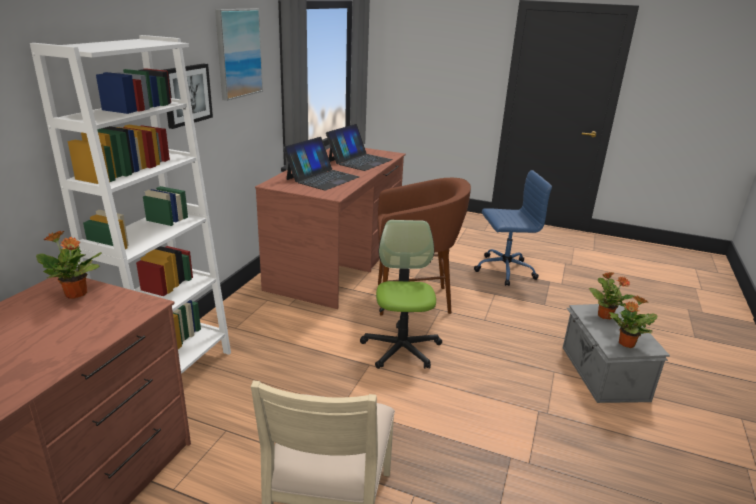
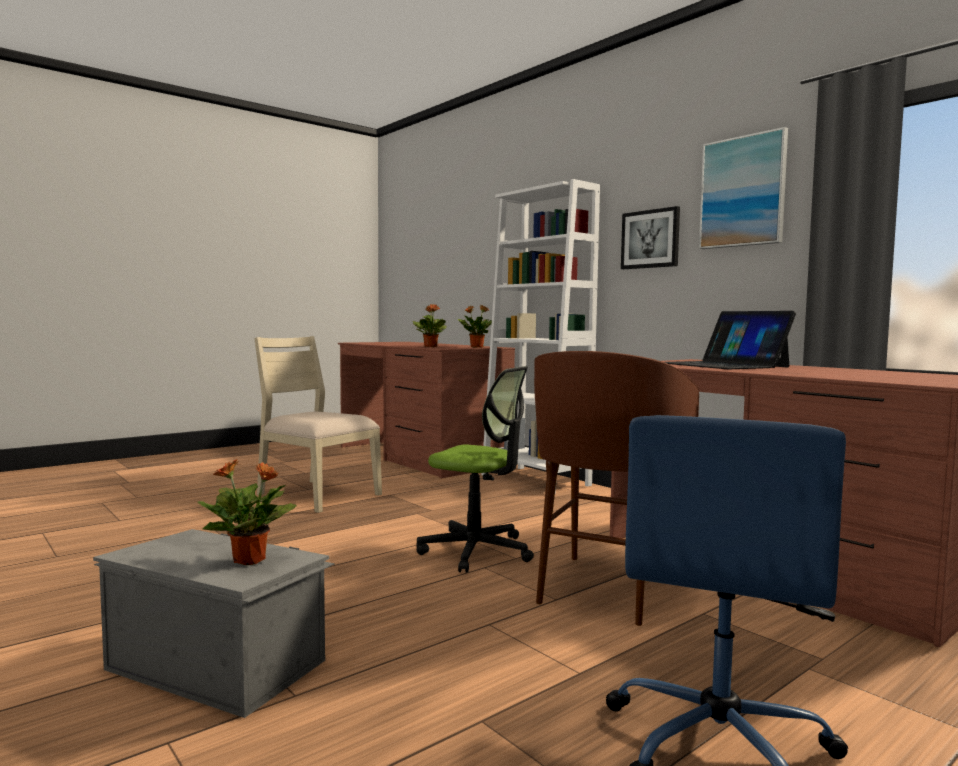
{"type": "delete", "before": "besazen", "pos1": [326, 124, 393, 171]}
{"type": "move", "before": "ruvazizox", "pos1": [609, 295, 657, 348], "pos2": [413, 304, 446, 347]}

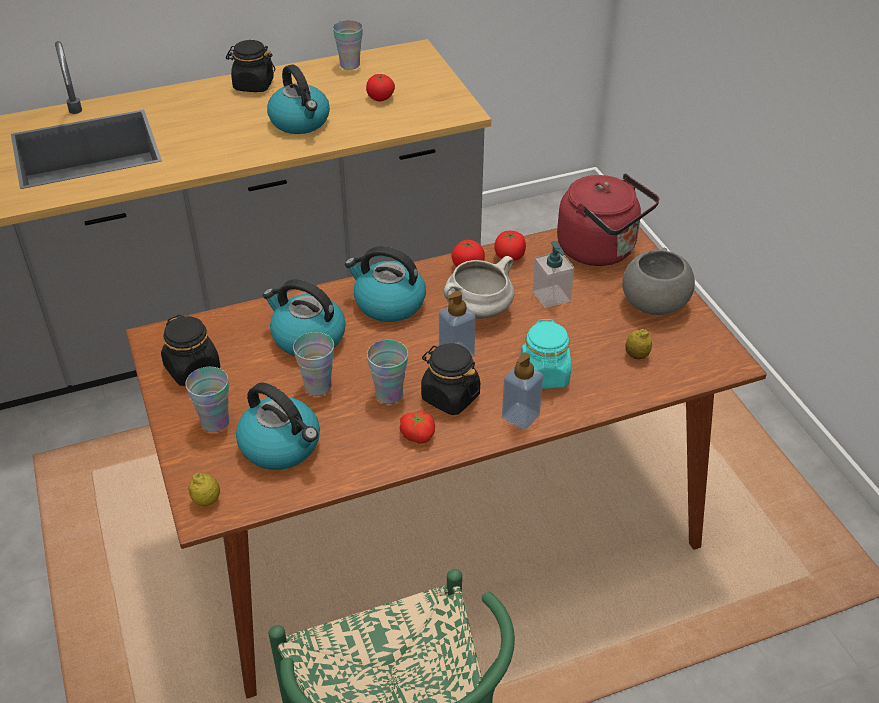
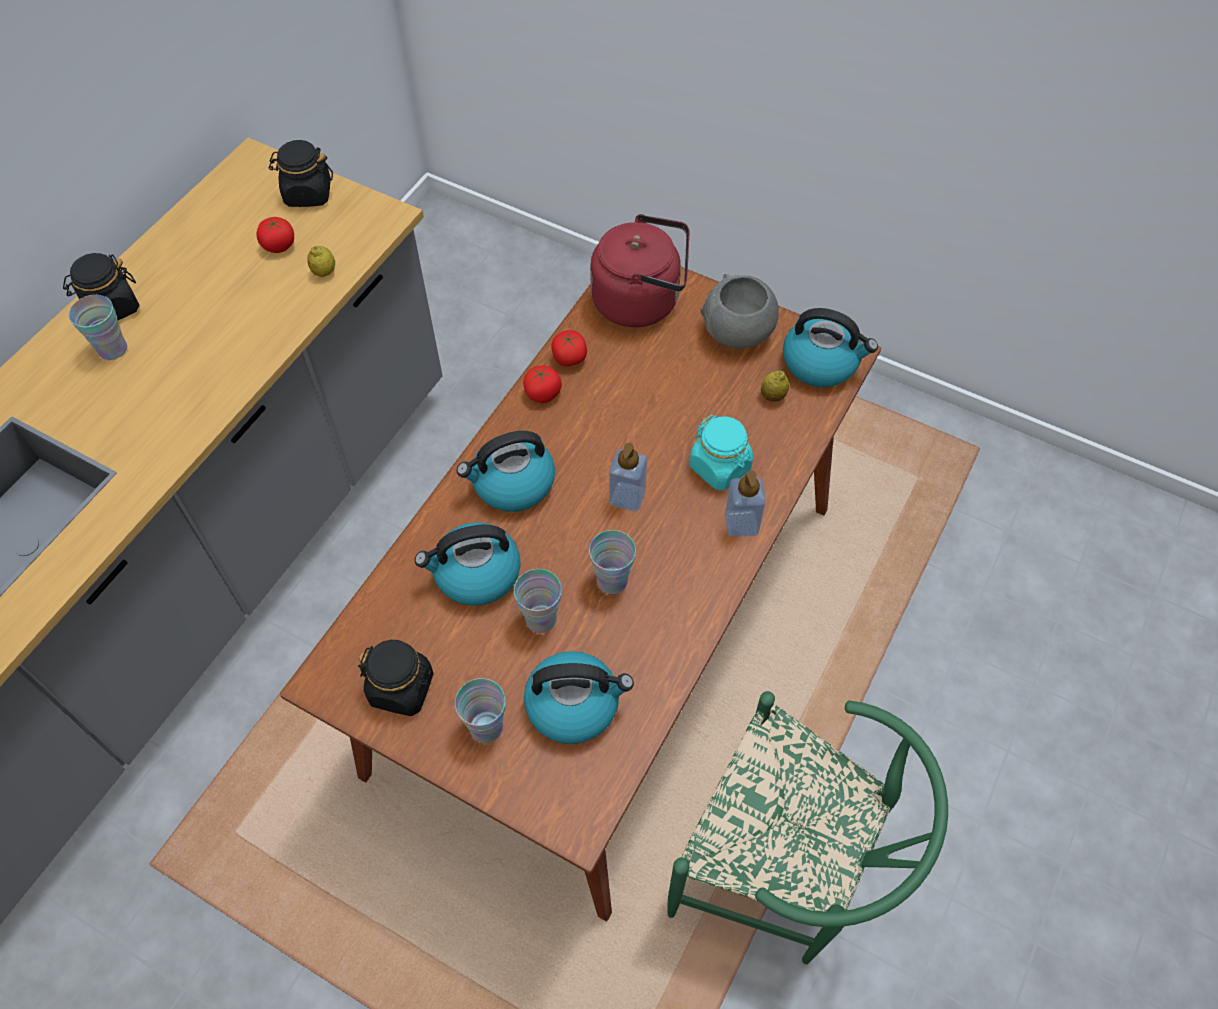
{"type": "delete", "before": "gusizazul", "pos1": [400, 411, 435, 444]}
{"type": "delete", "before": "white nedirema", "pos1": [444, 256, 514, 319]}
{"type": "delete", "before": "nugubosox", "pos1": [532, 241, 574, 308]}
{"type": "move", "before": "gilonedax", "pos1": [189, 473, 220, 506], "pos2": [307, 246, 335, 277]}
{"type": "move", "before": "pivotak", "pos1": [267, 65, 330, 134], "pos2": [783, 308, 878, 387]}
{"type": "move", "before": "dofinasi", "pos1": [333, 20, 363, 70], "pos2": [69, 295, 127, 360]}
{"type": "move", "before": "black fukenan", "pos1": [421, 343, 480, 415], "pos2": [268, 140, 333, 207]}

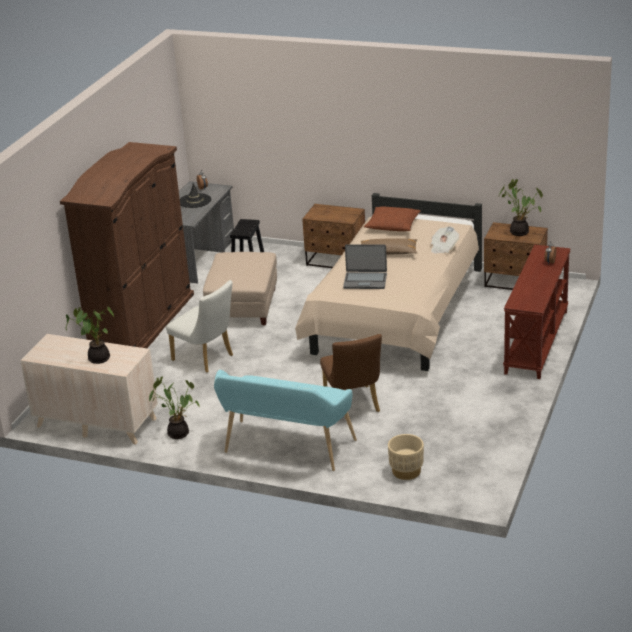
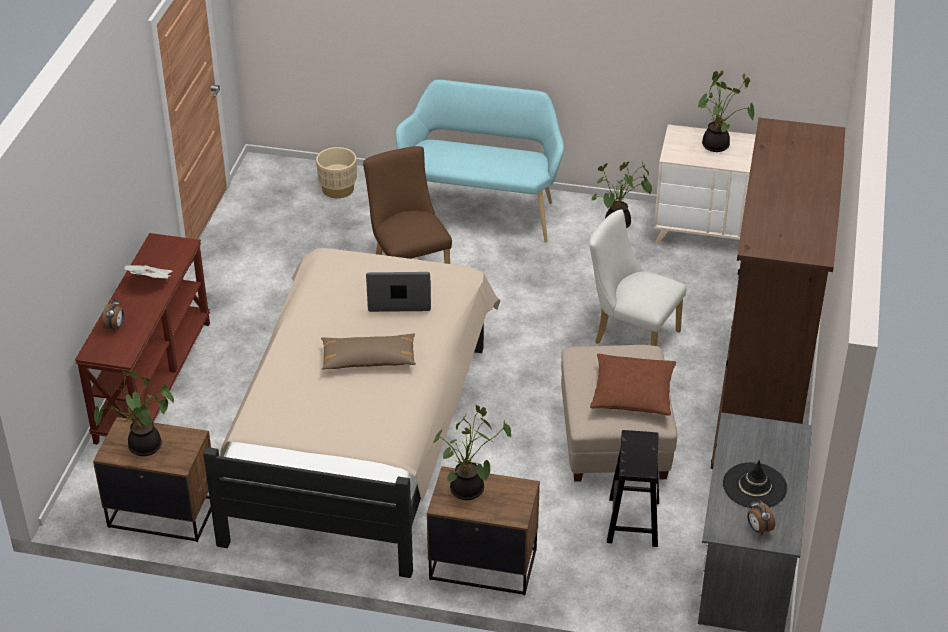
{"type": "insert", "after": "ruvazizox", "pos2": [433, 405, 511, 500]}
{"type": "move", "before": "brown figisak", "pos1": [364, 207, 421, 231], "pos2": [590, 354, 676, 415]}
{"type": "move", "before": "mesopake", "pos1": [431, 226, 459, 254], "pos2": [124, 265, 172, 279]}

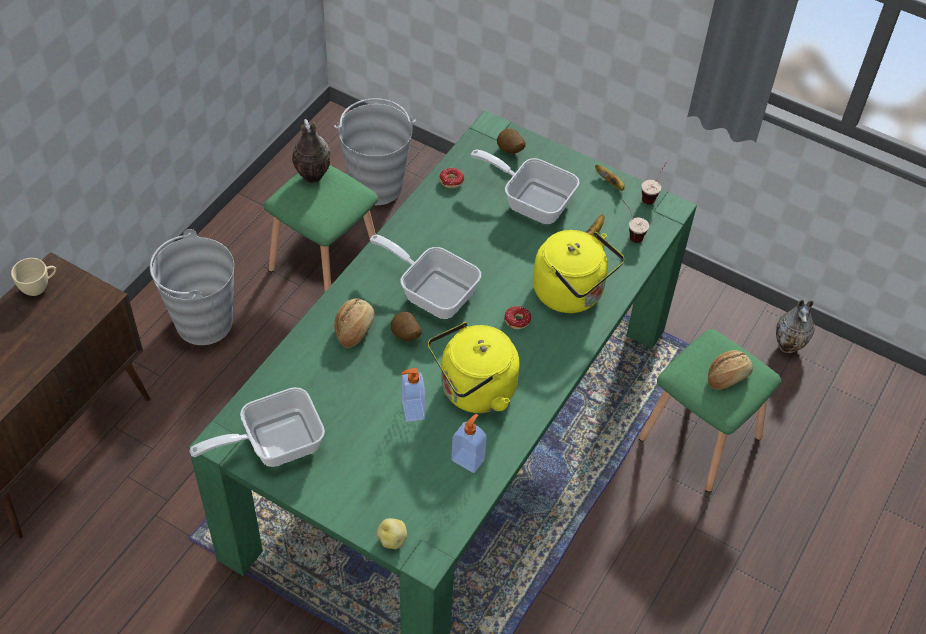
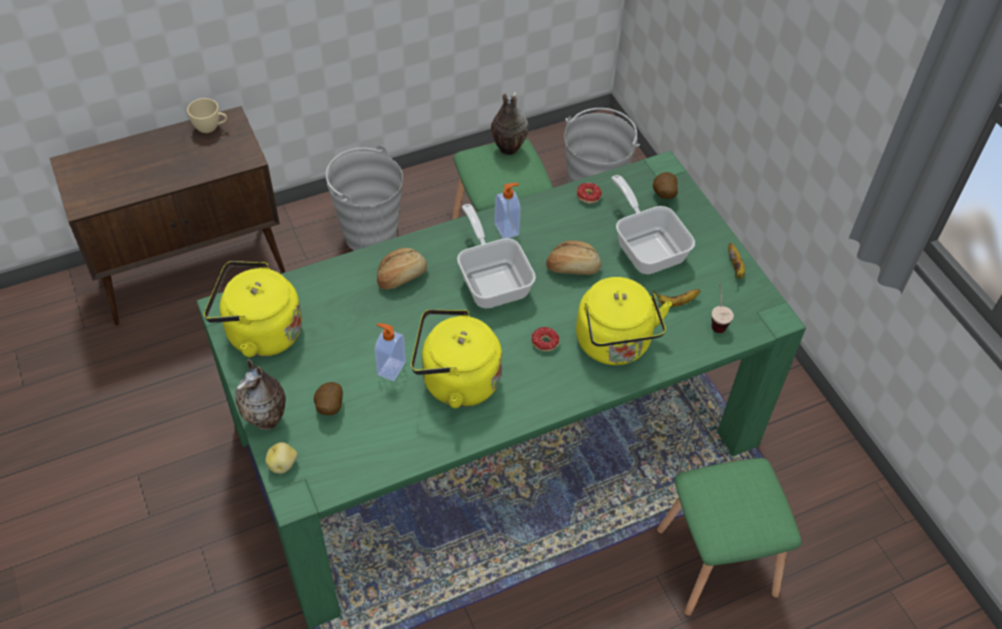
{"type": "delete", "before": "dofinasi", "pos1": [642, 162, 667, 205]}
{"type": "move", "before": "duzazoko", "pos1": [391, 311, 422, 341], "pos2": [314, 382, 343, 415]}
{"type": "move", "before": "nugubosox", "pos1": [451, 414, 487, 473], "pos2": [494, 183, 521, 239]}
{"type": "move", "before": "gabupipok", "pos1": [708, 350, 753, 389], "pos2": [546, 240, 601, 275]}
{"type": "move", "before": "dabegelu", "pos1": [776, 300, 815, 353], "pos2": [235, 359, 286, 430]}
{"type": "replace", "before": "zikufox", "after": "yellow pivotak", "pos1": [189, 387, 325, 467], "pos2": [204, 261, 302, 357]}

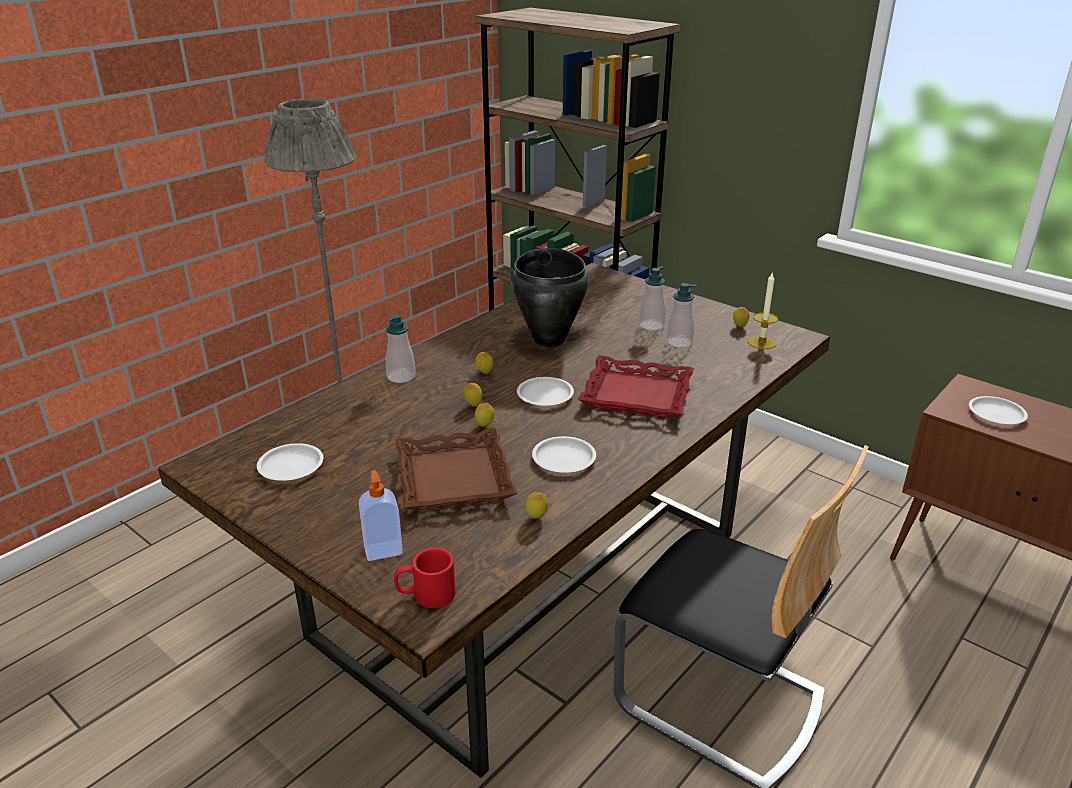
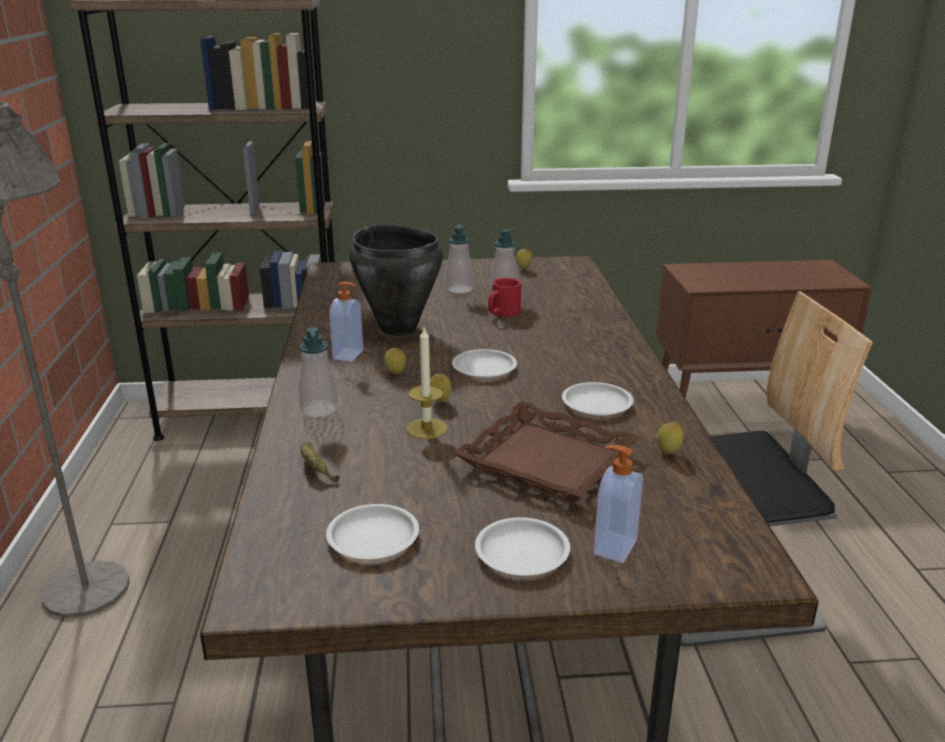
{"type": "delete", "before": "gilonedax", "pos1": [475, 403, 494, 427]}
{"type": "delete", "before": "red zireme", "pos1": [578, 356, 694, 419]}
{"type": "insert", "after": "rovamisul", "pos2": [301, 442, 340, 482]}
{"type": "insert", "after": "nugubosox", "pos2": [329, 282, 363, 361]}
{"type": "move", "before": "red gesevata", "pos1": [394, 548, 456, 608], "pos2": [488, 278, 521, 317]}
{"type": "move", "before": "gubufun", "pos1": [748, 271, 778, 349], "pos2": [406, 328, 447, 439]}
{"type": "move", "before": "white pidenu", "pos1": [969, 396, 1028, 425], "pos2": [475, 517, 570, 576]}

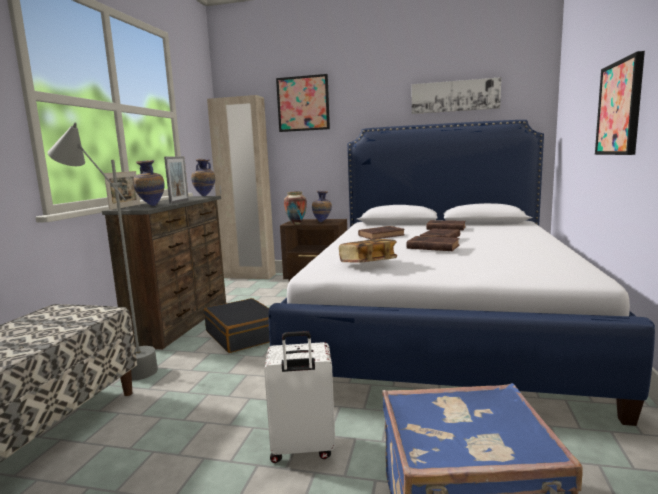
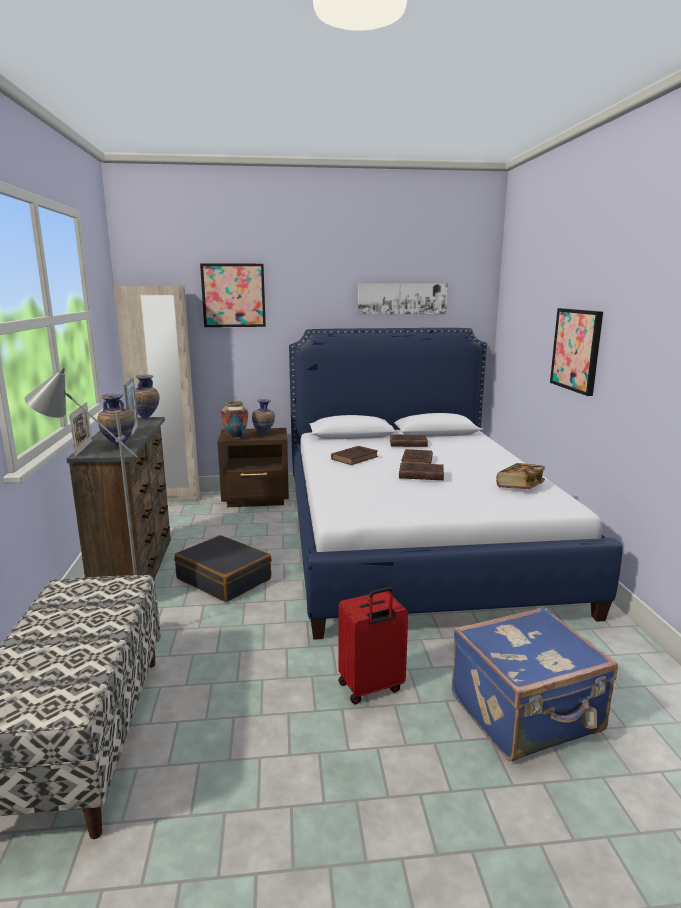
{"type": "move", "before": "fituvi", "pos1": [339, 239, 397, 263], "pos2": [496, 463, 545, 489]}
{"type": "recolor", "before": "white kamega", "after": "red kamega", "pos1": [264, 331, 335, 463], "pos2": [338, 587, 408, 704]}

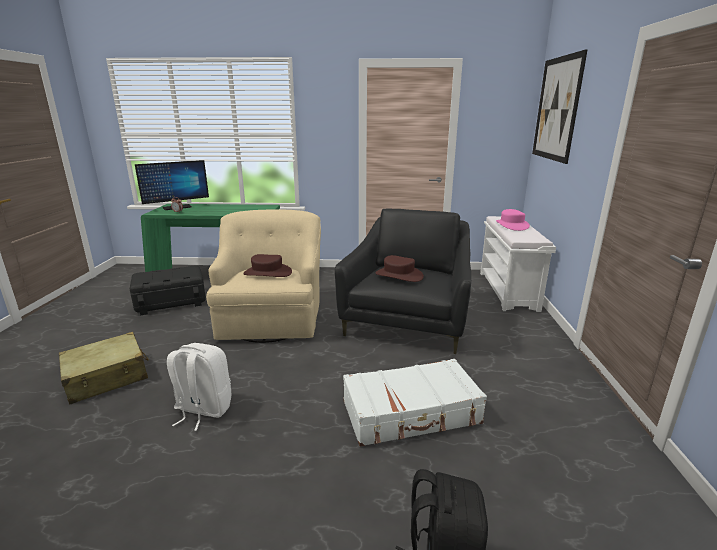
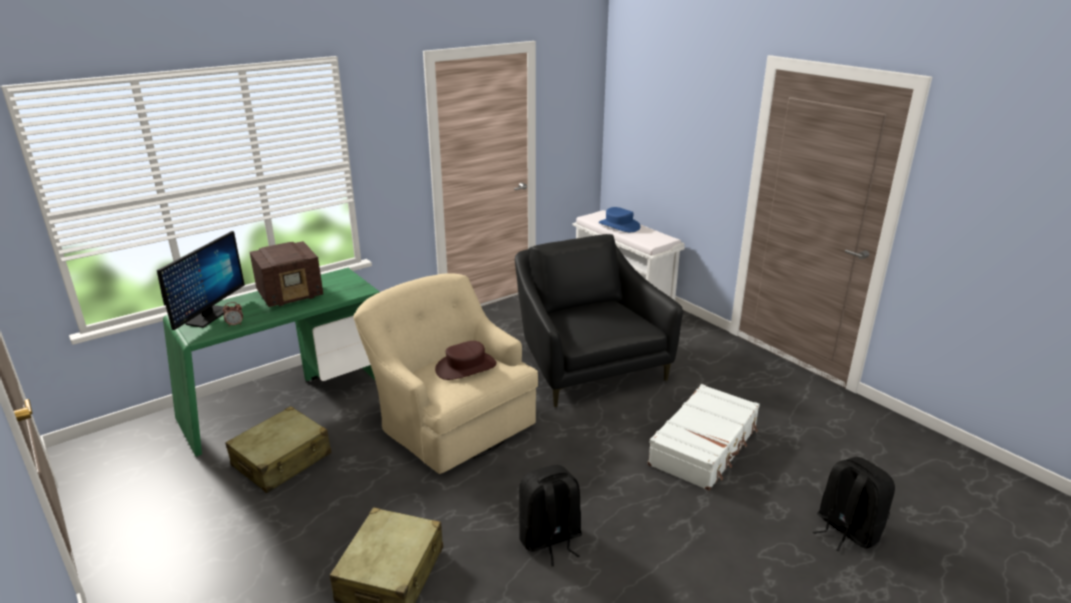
{"type": "delete", "before": "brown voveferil", "pos1": [375, 255, 424, 282]}
{"type": "delete", "before": "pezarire", "pos1": [532, 49, 588, 164]}
{"type": "insert", "after": "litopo", "pos2": [250, 241, 323, 307]}
{"type": "replace", "before": "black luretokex", "after": "beige kamega", "pos1": [130, 265, 206, 315], "pos2": [225, 406, 332, 493]}
{"type": "recolor", "before": "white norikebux", "after": "black norikebux", "pos1": [167, 343, 231, 431], "pos2": [519, 465, 582, 566]}
{"type": "recolor", "before": "pink voveferil", "after": "blue voveferil", "pos1": [496, 209, 530, 231], "pos2": [599, 207, 641, 232]}

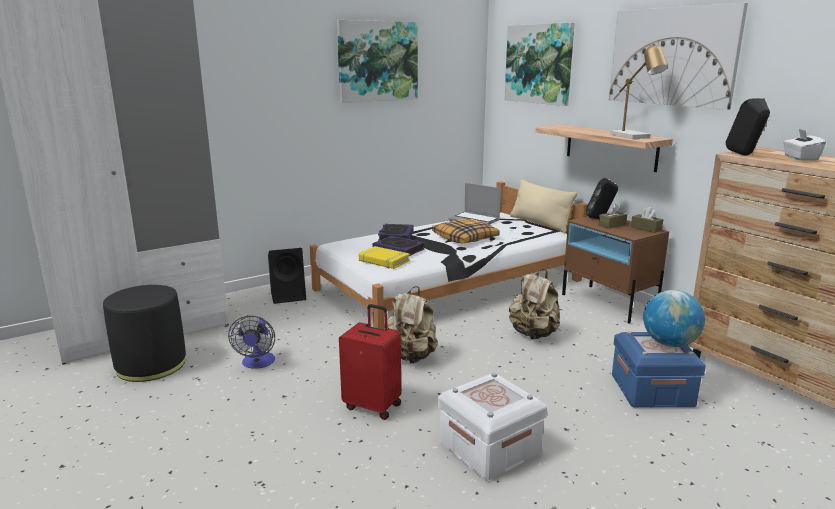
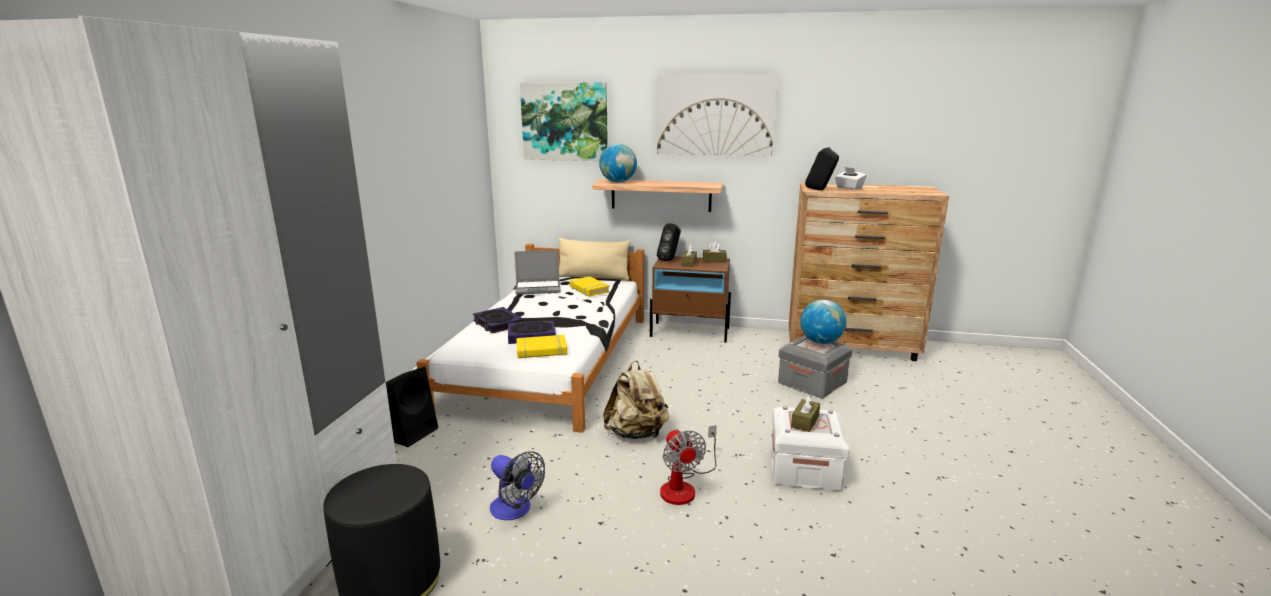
{"type": "delete", "before": "pezarire", "pos1": [337, 20, 418, 103]}
{"type": "delete", "before": "figisak", "pos1": [432, 219, 500, 243]}
{"type": "delete", "before": "beige norikebux", "pos1": [509, 269, 560, 339]}
{"type": "delete", "before": "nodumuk", "pos1": [610, 43, 668, 139]}
{"type": "insert", "after": "yellow fituvi", "pos2": [570, 276, 609, 297]}
{"type": "insert", "after": "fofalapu", "pos2": [599, 144, 637, 182]}
{"type": "insert", "after": "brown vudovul", "pos2": [791, 395, 820, 432]}
{"type": "replace", "before": "red kamega", "after": "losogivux", "pos1": [339, 304, 401, 420], "pos2": [660, 425, 717, 505]}
{"type": "recolor", "before": "blue luretokex", "after": "grey luretokex", "pos1": [612, 331, 706, 407], "pos2": [778, 335, 852, 399]}

